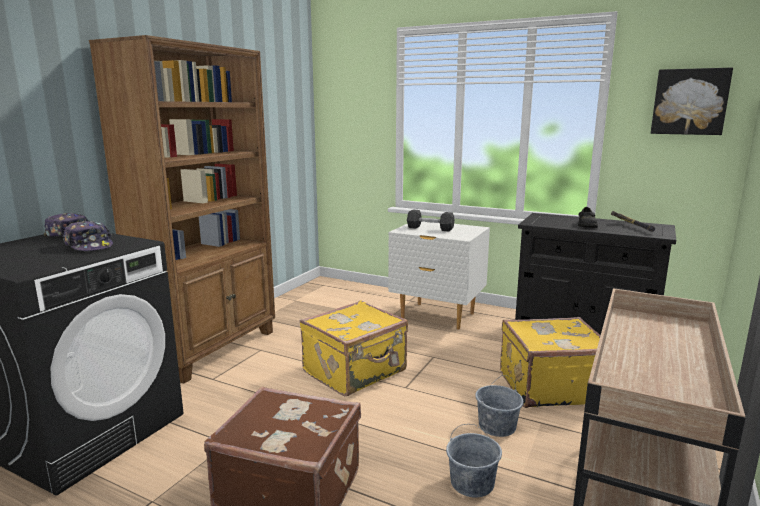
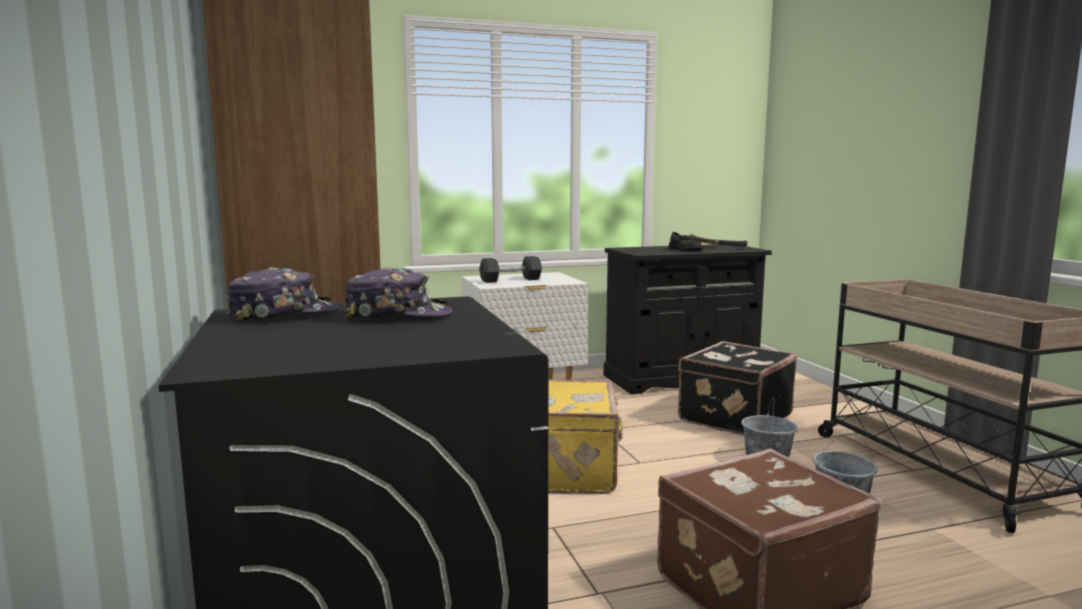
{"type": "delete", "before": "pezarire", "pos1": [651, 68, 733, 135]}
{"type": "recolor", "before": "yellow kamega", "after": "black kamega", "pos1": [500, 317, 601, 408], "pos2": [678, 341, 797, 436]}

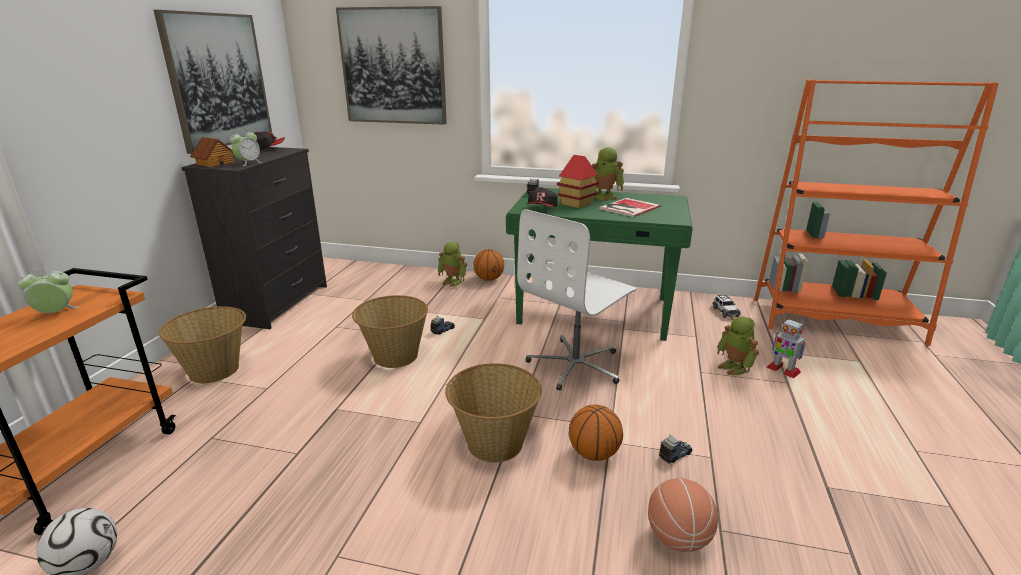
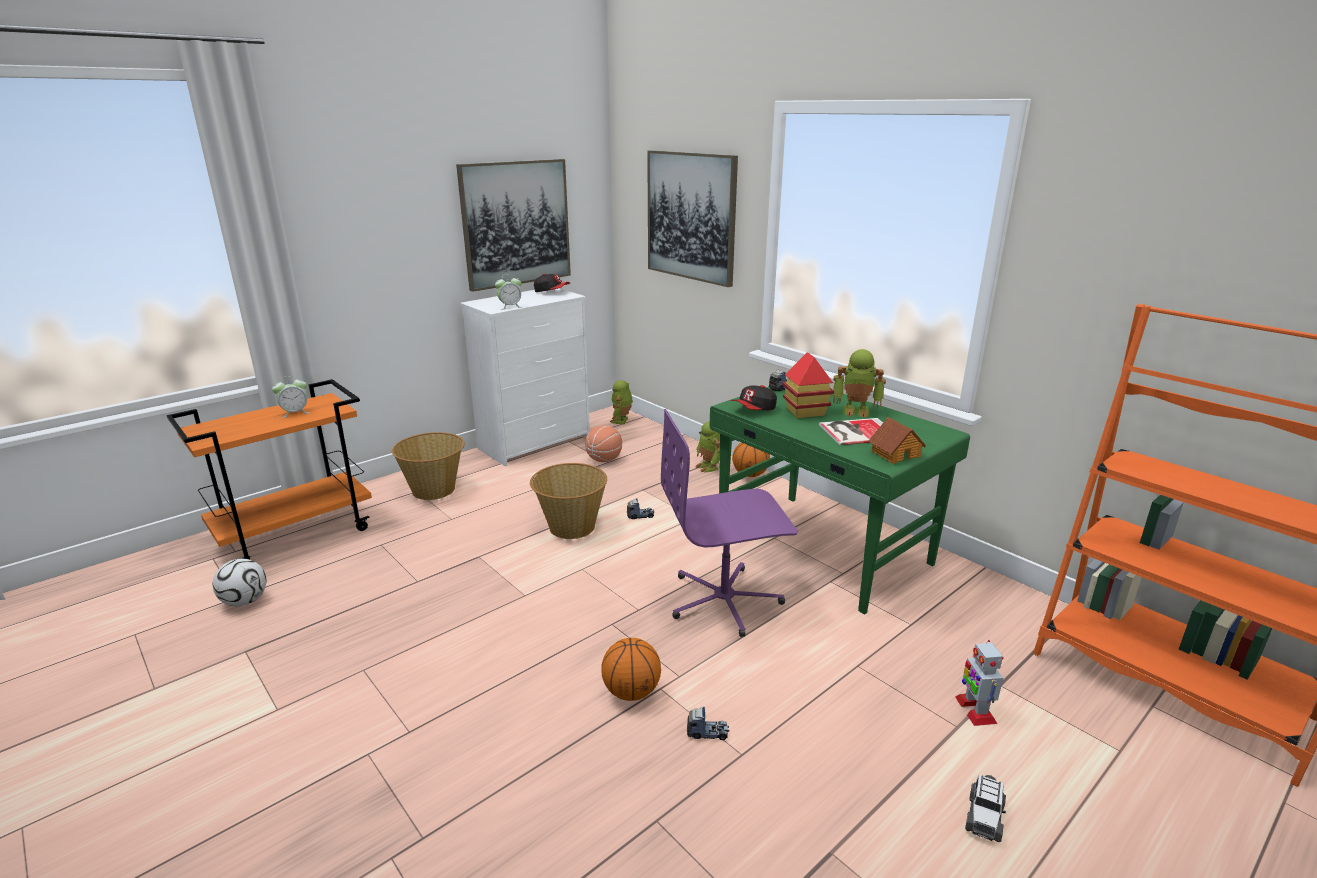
{"type": "delete", "before": "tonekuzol", "pos1": [445, 363, 541, 463]}
{"type": "move", "before": "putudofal", "pos1": [190, 137, 235, 167], "pos2": [868, 417, 926, 464]}
{"type": "move", "before": "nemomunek", "pos1": [648, 478, 718, 552], "pos2": [585, 425, 622, 462]}
{"type": "move", "before": "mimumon", "pos1": [712, 295, 740, 318], "pos2": [965, 775, 1006, 842]}
{"type": "move", "before": "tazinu", "pos1": [717, 316, 759, 376], "pos2": [610, 380, 633, 424]}
{"type": "recolor", "before": "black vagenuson", "after": "white vagenuson", "pos1": [181, 147, 327, 329], "pos2": [460, 288, 590, 466]}
{"type": "recolor", "before": "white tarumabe", "after": "purple tarumabe", "pos1": [517, 209, 637, 391], "pos2": [661, 409, 797, 637]}
{"type": "rotate", "before": "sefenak", "pos1": [18, 268, 79, 313], "pos2": [272, 376, 309, 418], "turn": 135}

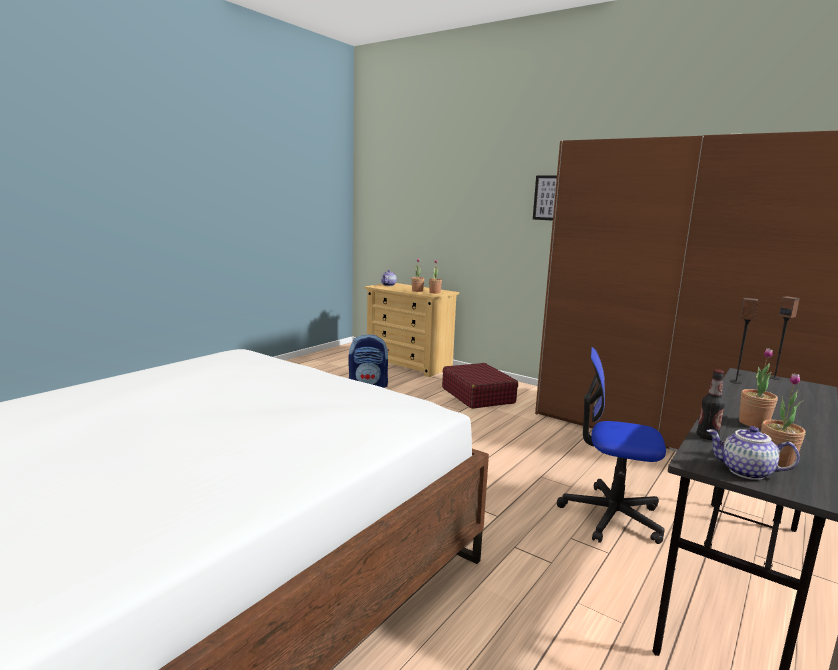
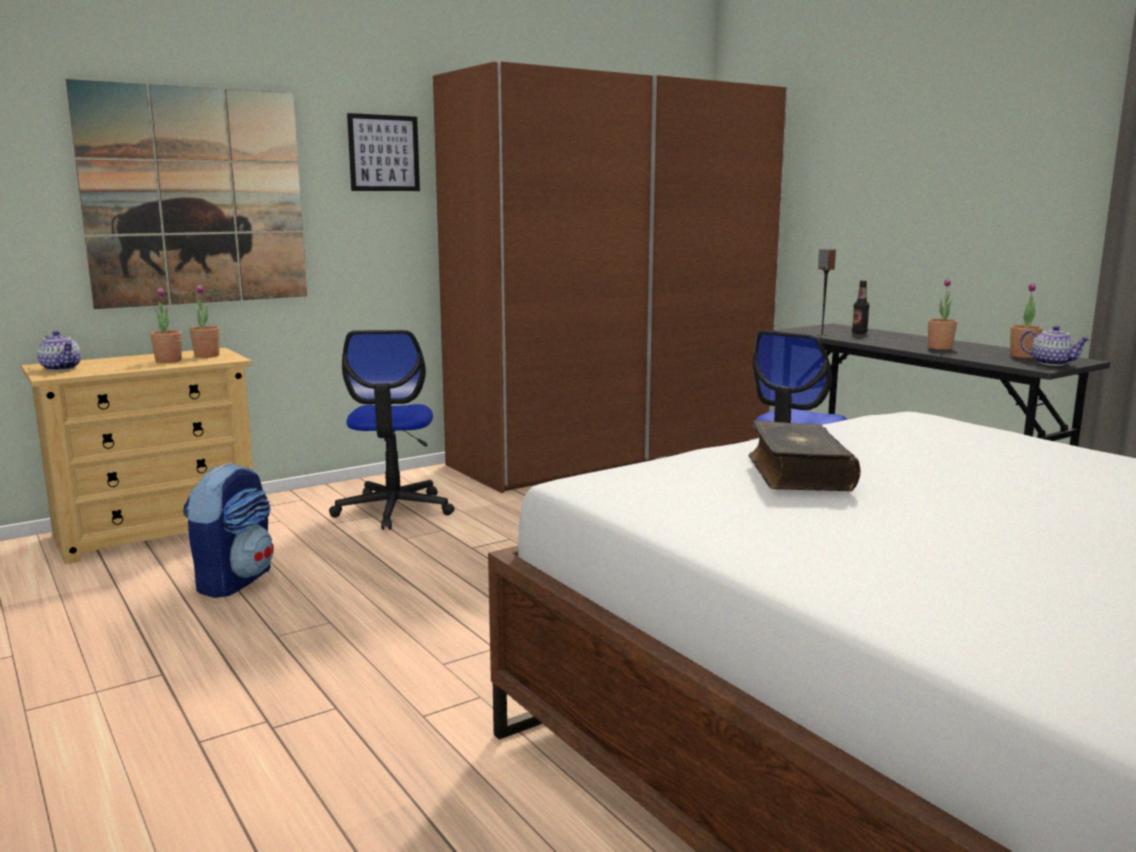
{"type": "delete", "before": "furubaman", "pos1": [770, 296, 800, 380]}
{"type": "insert", "after": "pezarire", "pos2": [66, 79, 307, 309]}
{"type": "insert", "after": "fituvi", "pos2": [748, 420, 861, 491]}
{"type": "move", "before": "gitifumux", "pos1": [697, 369, 725, 440], "pos2": [852, 280, 870, 334]}
{"type": "replace", "before": "red kamega", "after": "tarumabe", "pos1": [442, 363, 518, 409], "pos2": [329, 330, 455, 530]}
{"type": "rotate", "before": "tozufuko", "pos1": [706, 426, 800, 480], "pos2": [1020, 326, 1090, 366], "turn": -90}

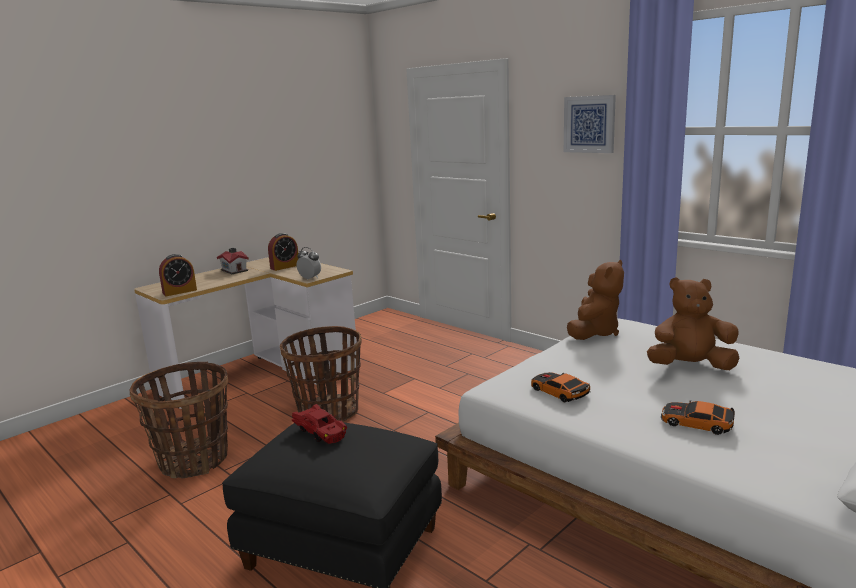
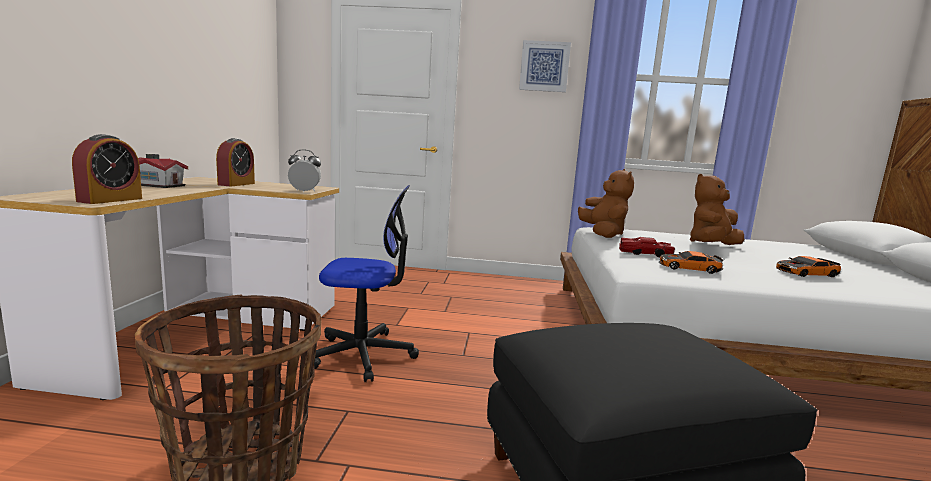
{"type": "move", "before": "red mimumon", "pos1": [292, 404, 347, 444], "pos2": [619, 237, 675, 257]}
{"type": "replace", "before": "tonekuzol", "after": "tarumabe", "pos1": [280, 326, 361, 422], "pos2": [314, 185, 419, 382]}

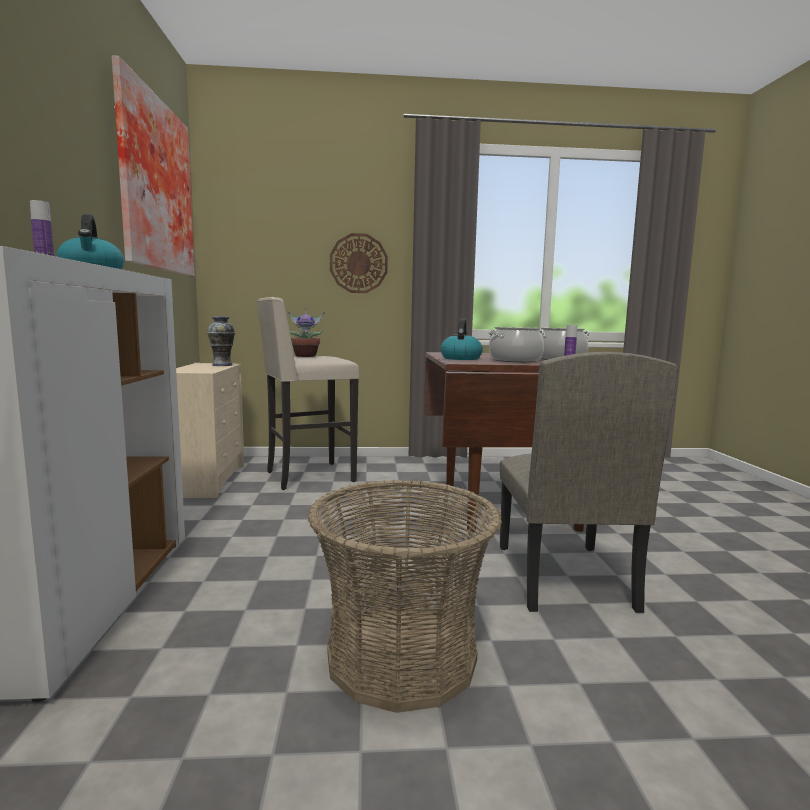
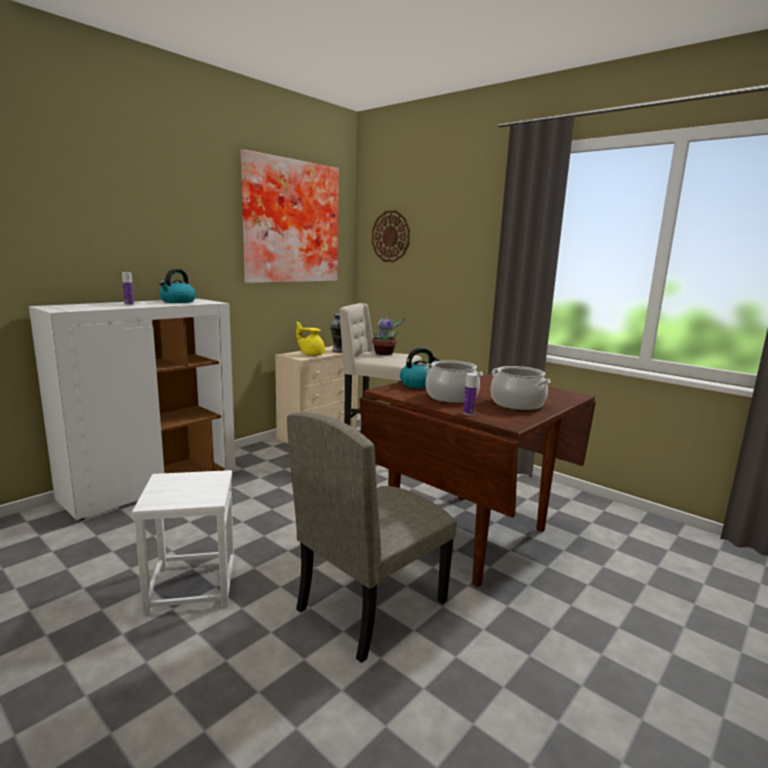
{"type": "insert", "after": "yellow tozufuko", "pos2": [296, 322, 325, 356]}
{"type": "move", "before": "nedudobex", "pos1": [330, 233, 388, 293], "pos2": [372, 210, 410, 262]}
{"type": "replace", "before": "tonekuzol", "after": "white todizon", "pos1": [308, 480, 502, 713], "pos2": [132, 470, 234, 615]}

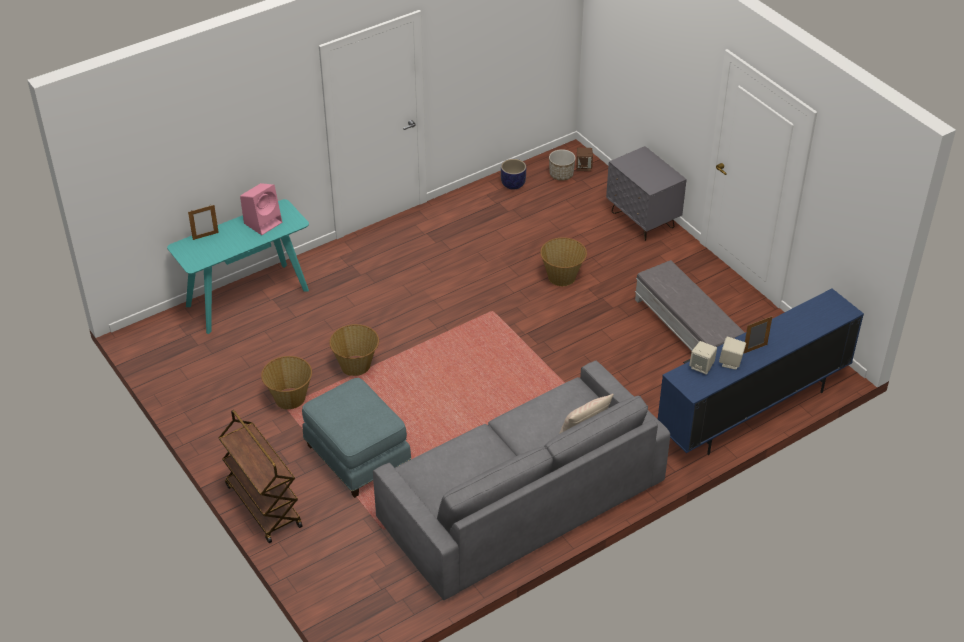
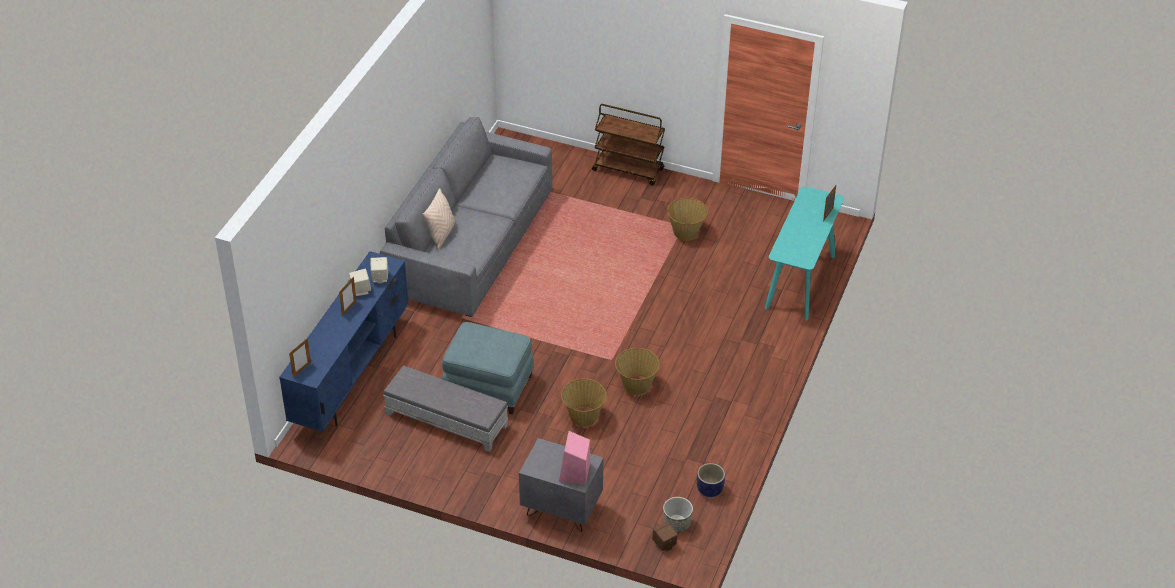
{"type": "insert", "after": "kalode", "pos2": [289, 338, 311, 377]}
{"type": "move", "before": "pink furubaman", "pos1": [240, 183, 282, 235], "pos2": [559, 431, 590, 485]}
{"type": "move", "before": "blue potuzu", "pos1": [302, 378, 411, 498], "pos2": [441, 322, 534, 415]}
{"type": "move", "before": "tonekuzol", "pos1": [329, 324, 379, 376], "pos2": [615, 348, 660, 395]}

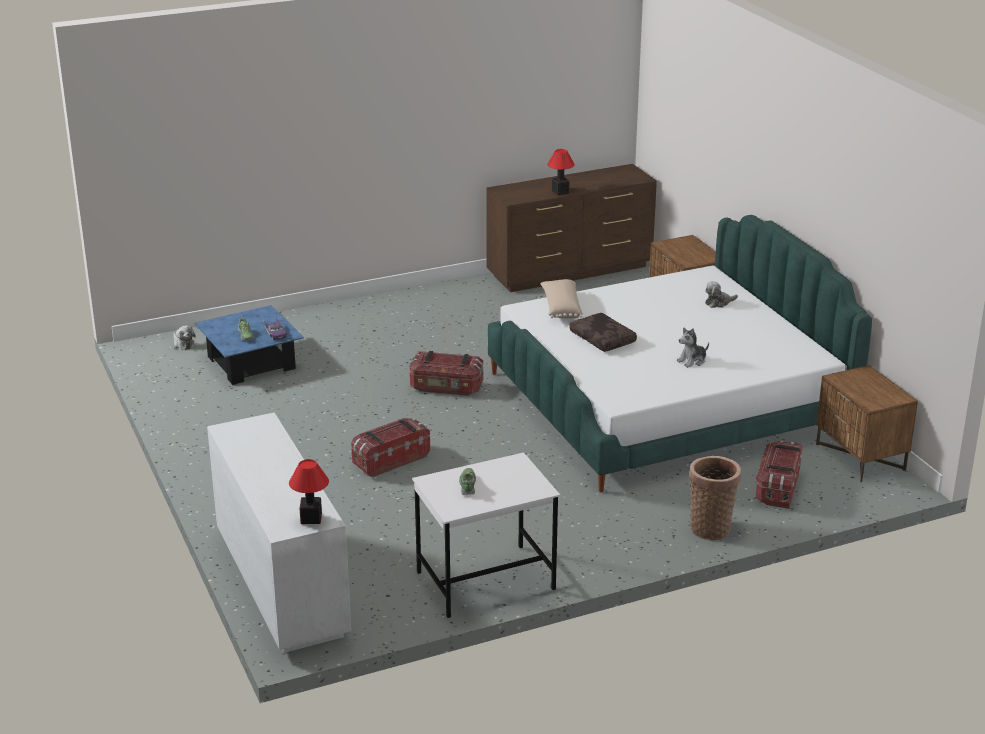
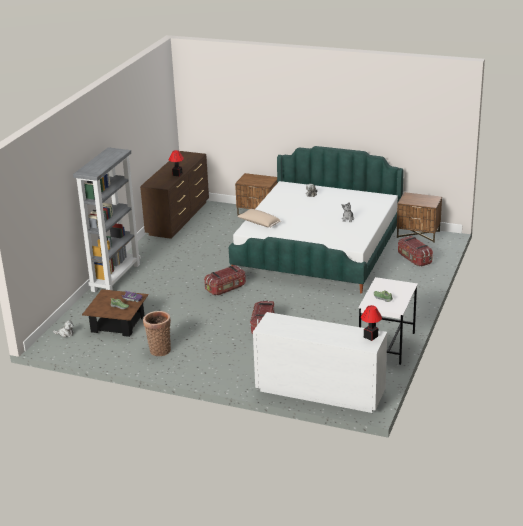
{"type": "delete", "before": "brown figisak", "pos1": [569, 313, 637, 352]}
{"type": "insert", "after": "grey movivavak", "pos2": [73, 147, 141, 292]}
{"type": "move", "before": "tonekuzol", "pos1": [689, 456, 741, 540], "pos2": [143, 311, 171, 356]}
{"type": "recolor", "before": "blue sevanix", "after": "brown sevanix", "pos1": [195, 305, 304, 385], "pos2": [82, 289, 149, 337]}

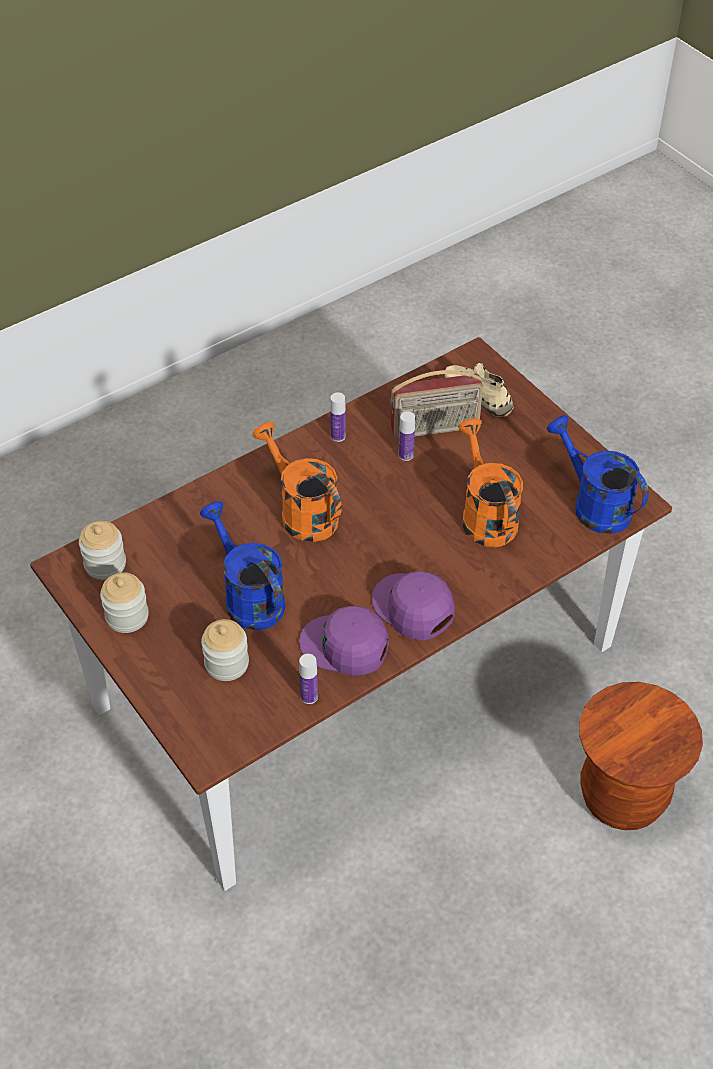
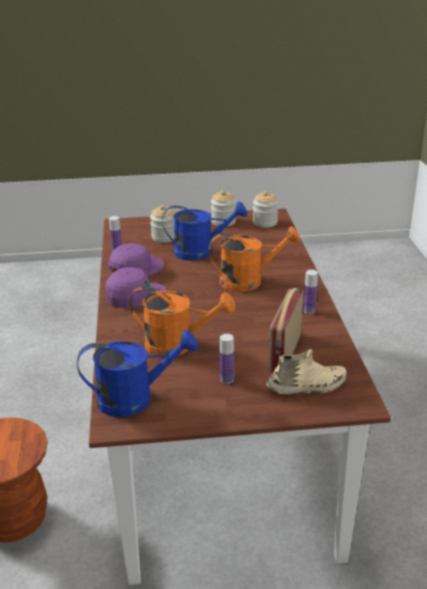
{"type": "move", "before": "gitifumux", "pos1": [399, 411, 415, 461], "pos2": [220, 334, 234, 384]}

